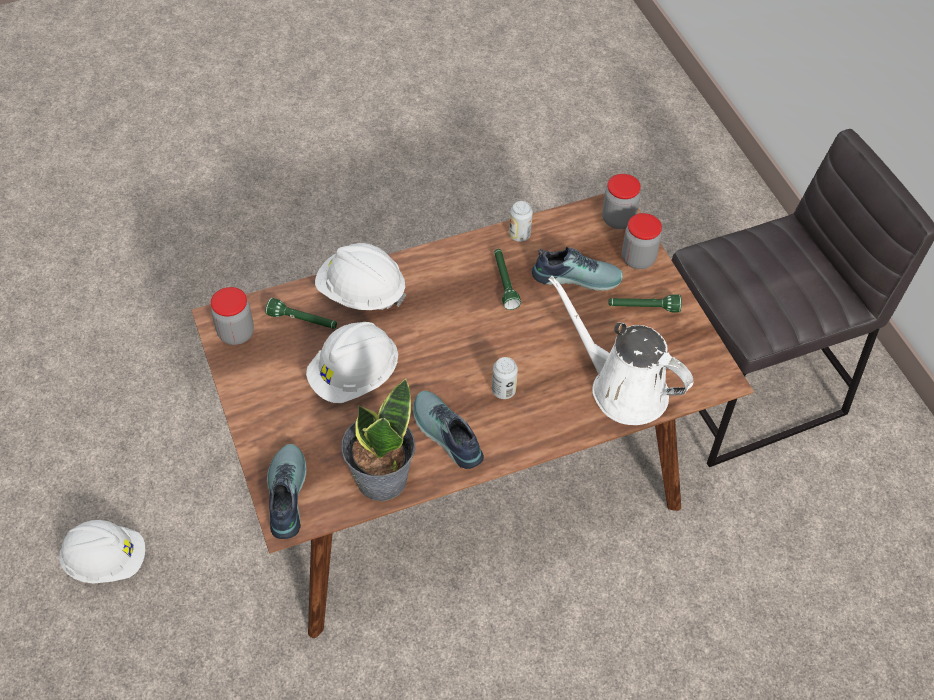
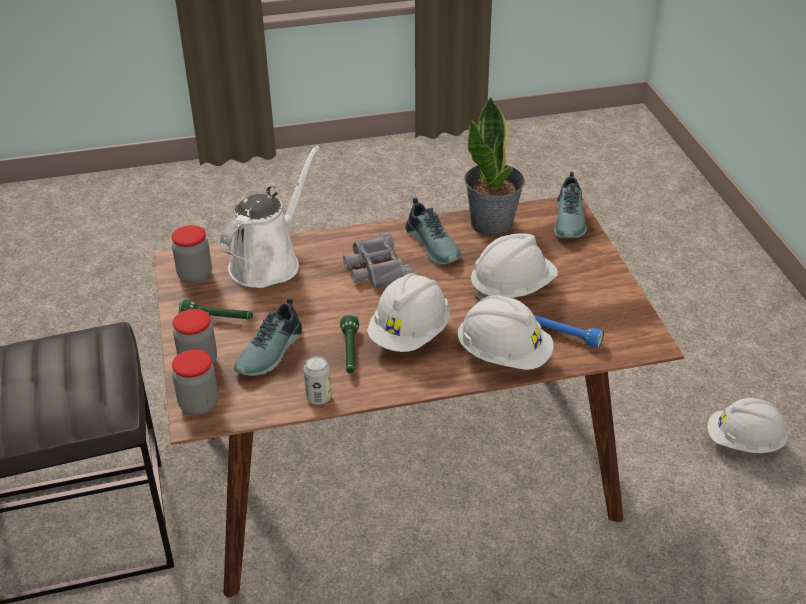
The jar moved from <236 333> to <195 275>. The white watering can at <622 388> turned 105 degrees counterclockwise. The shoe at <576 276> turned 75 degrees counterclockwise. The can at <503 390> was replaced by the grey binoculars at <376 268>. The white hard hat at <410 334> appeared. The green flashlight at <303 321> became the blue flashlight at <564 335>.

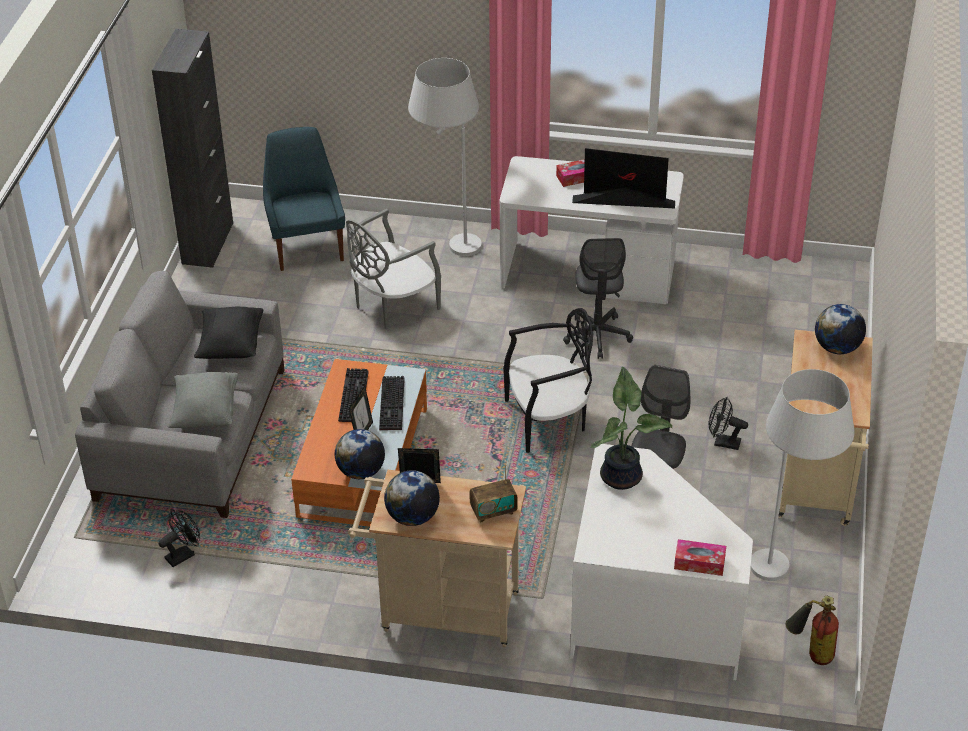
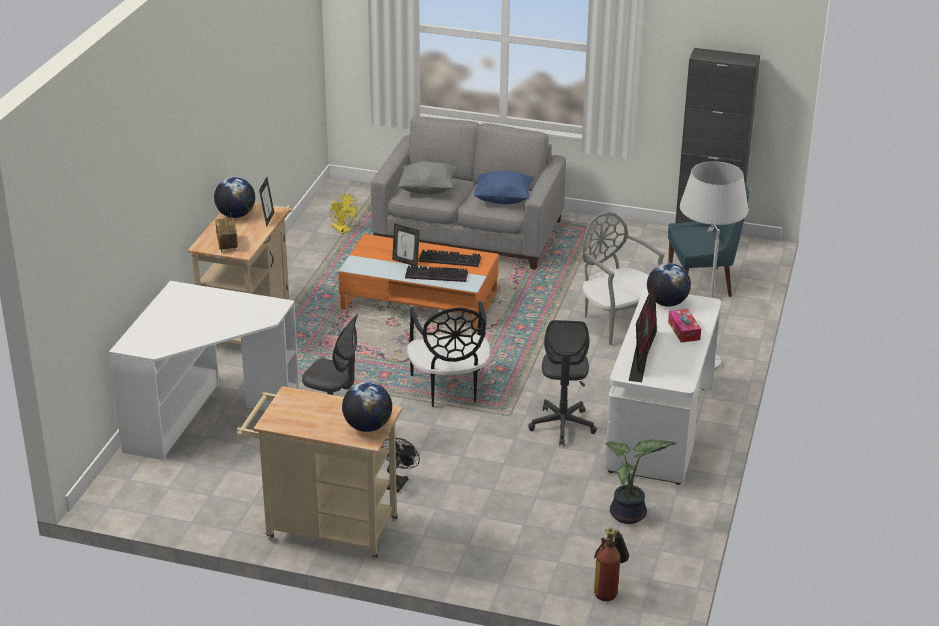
The black fan at <183 554> became the yellow fan at <343 230>. The black pillow at <231 346> became the blue pillow at <503 199>. The grey office chair at <597 336> turned 90 degrees counterclockwise. The fire extinguisher moved from <810 653> to <610 589>. The potted plant moved from <623 475> to <629 515>. The globe moved from <361 472> to <667 303>. The tissue box at <699 563> disappeared. The white floor lamp at <787 577> disappeared.

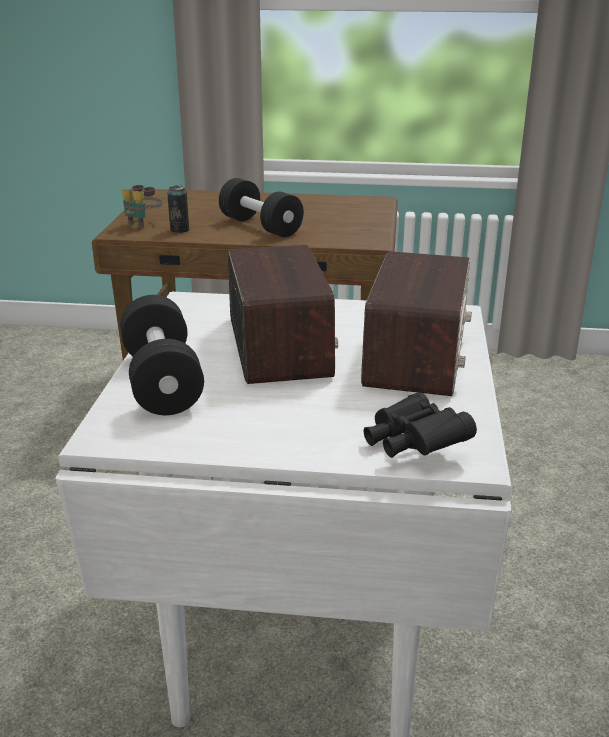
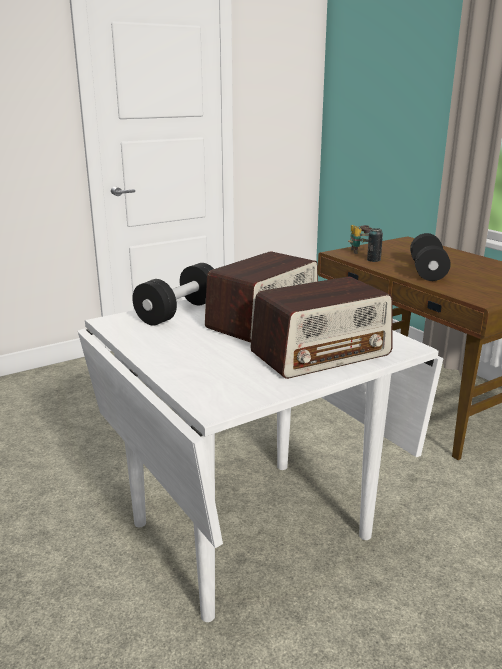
The black binoculars at <412 445> disappeared.

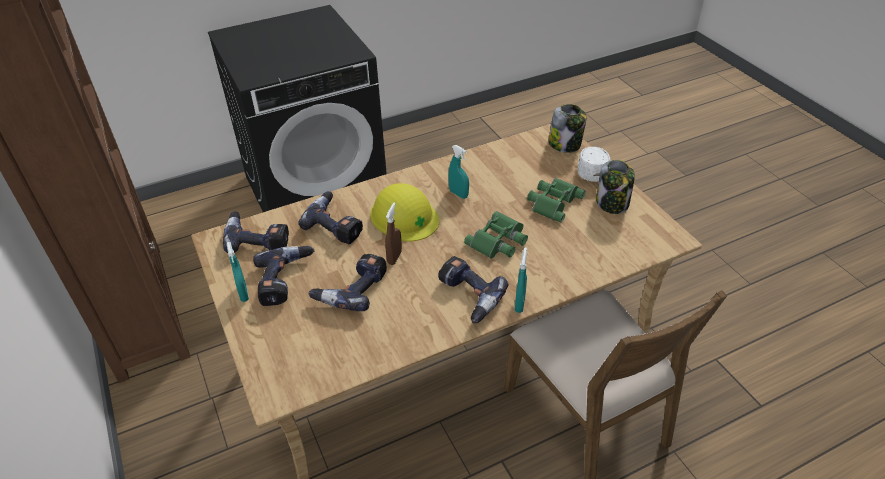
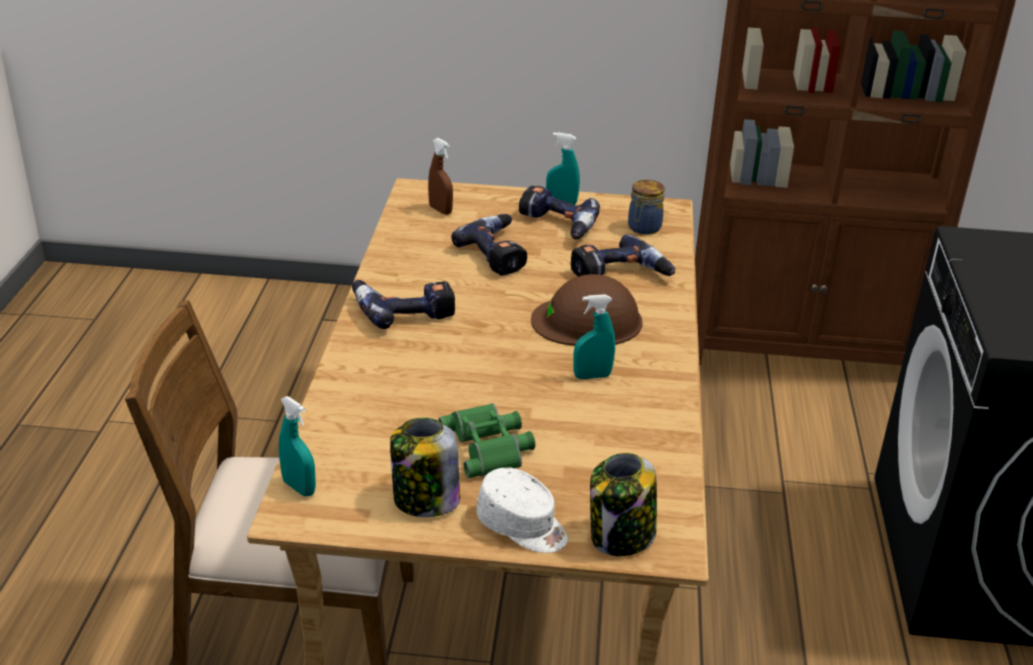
The turquoise spray bottle moved from <520 304> to <299 487>. The brown spray bottle moved from <394 257> to <440 210>. The yellow hard hat at <404 216> became the brown hard hat at <587 321>. The power drill at <258 238> was replaced by the jar at <643 228>. The green binoculars at <499 241> disappeared.

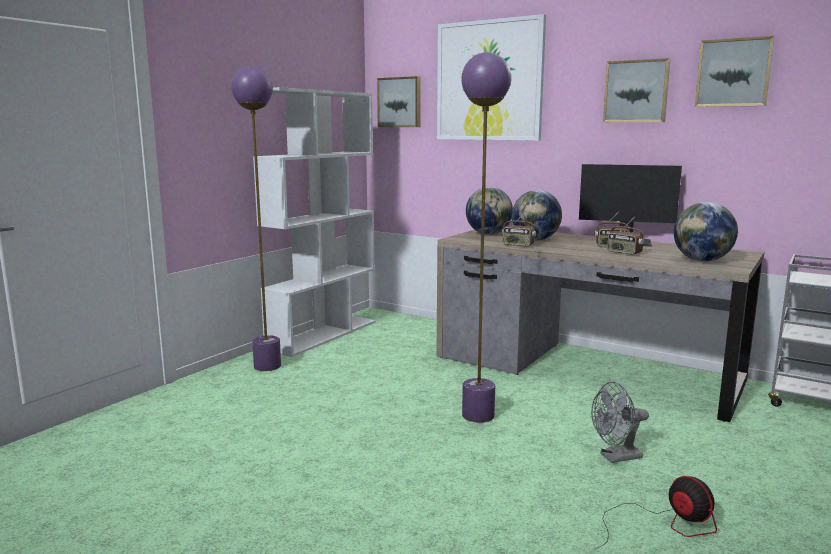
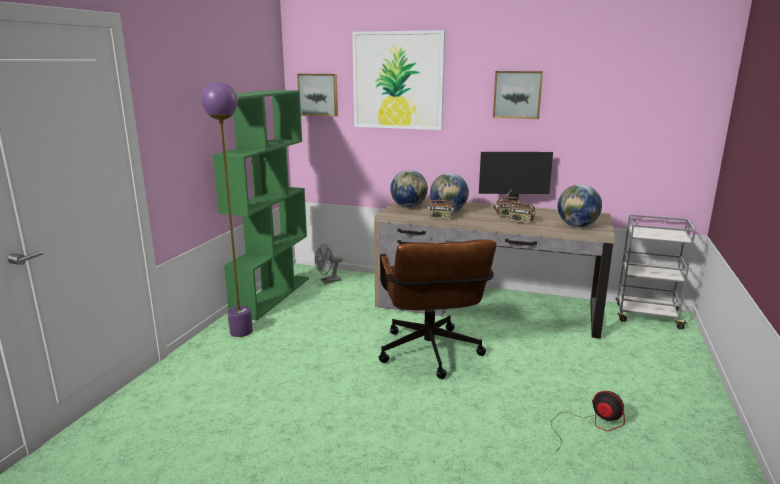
The white bookcase at <323 335> became the green bookcase at <271 295>. The grey fan moved from <616 457> to <328 281>. The purple floor lamp at <478 416> was replaced by the brown office chair at <431 356>. The picture at <733 73> disappeared.

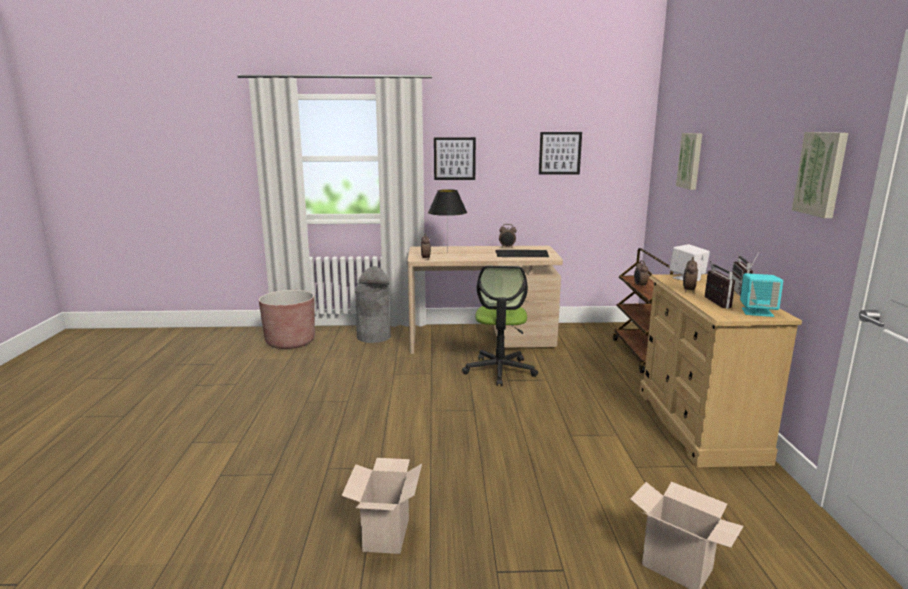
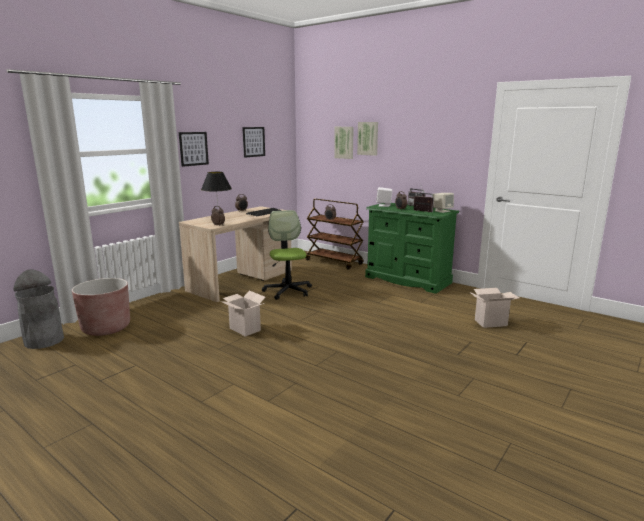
The grey trash can moved from <374 336> to <44 340>. The cardboard box moved from <385 533> to <243 329>. The office chair at <500 370> turned 150 degrees counterclockwise. The picture moved from <822 174> to <368 138>. The beige dresser at <698 425> became the green dresser at <407 280>. The turquoise speaker at <757 312> became the beige speaker at <442 211>.

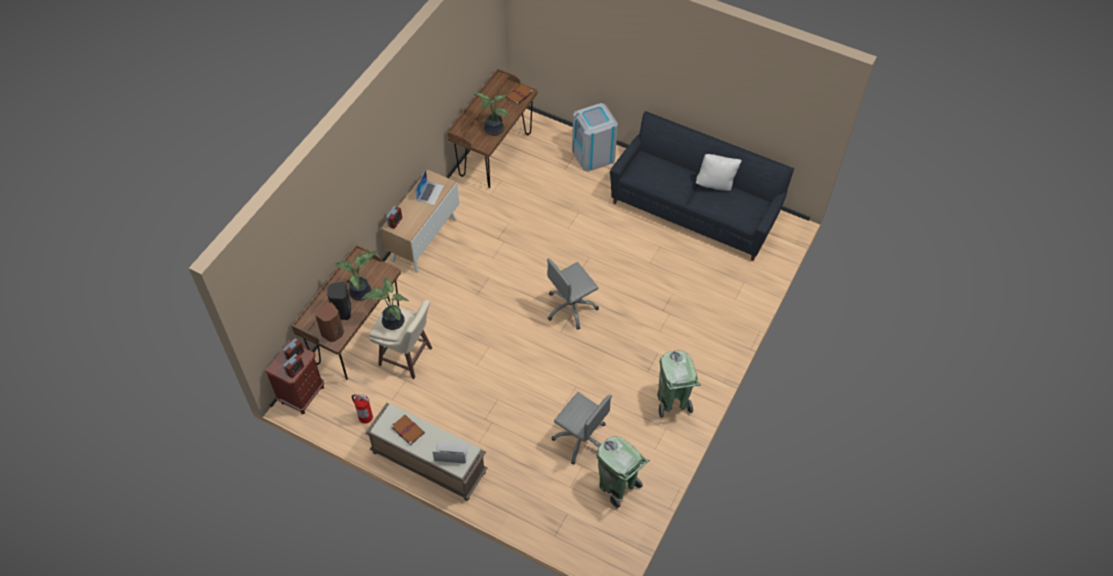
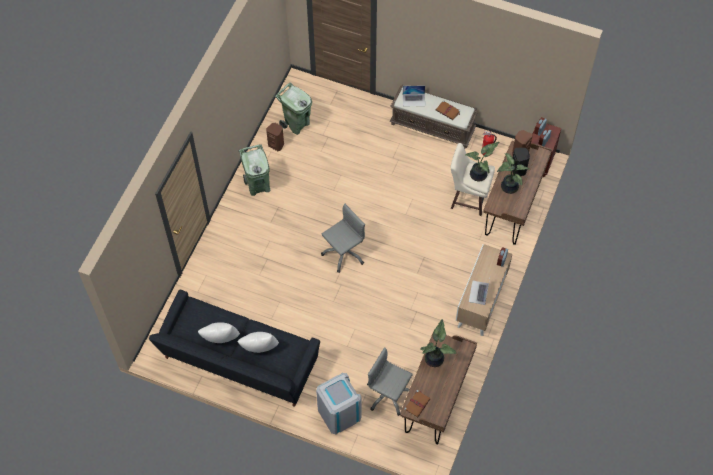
The white pillow at <260 350> appeared. The brown speaker at <276 144> appeared. The grey office chair moved from <581 439> to <388 395>.

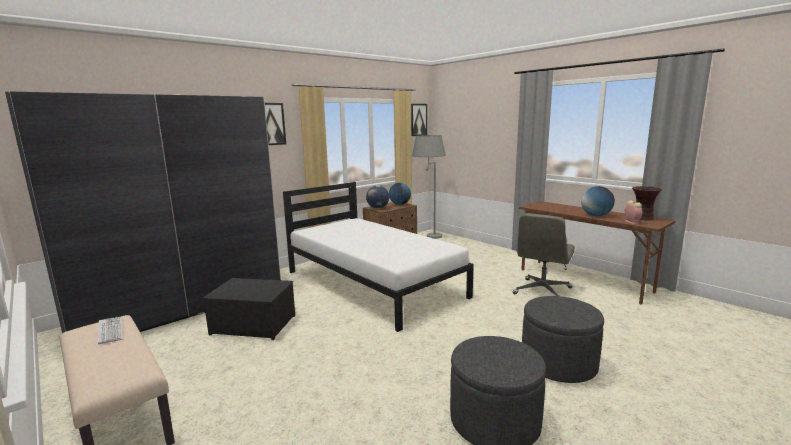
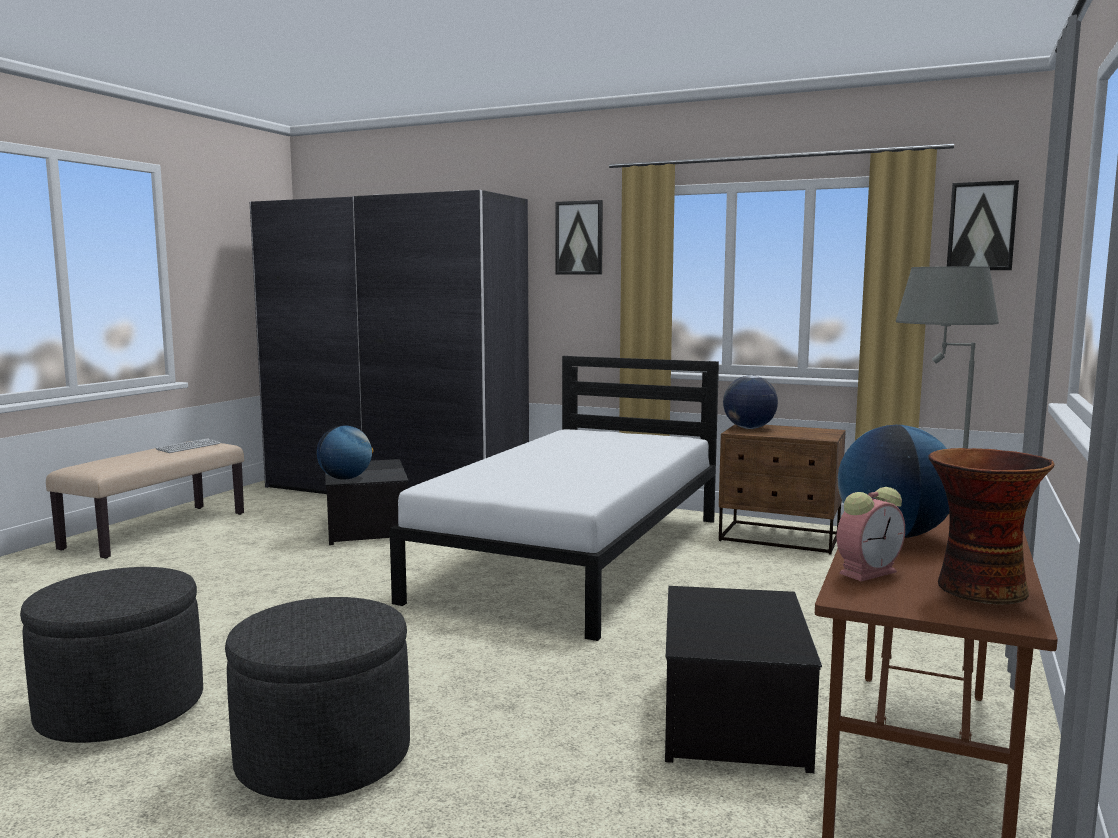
The globe moved from <400 204> to <345 478>. The grey office chair at <542 291> was replaced by the storage box at <730 717>.

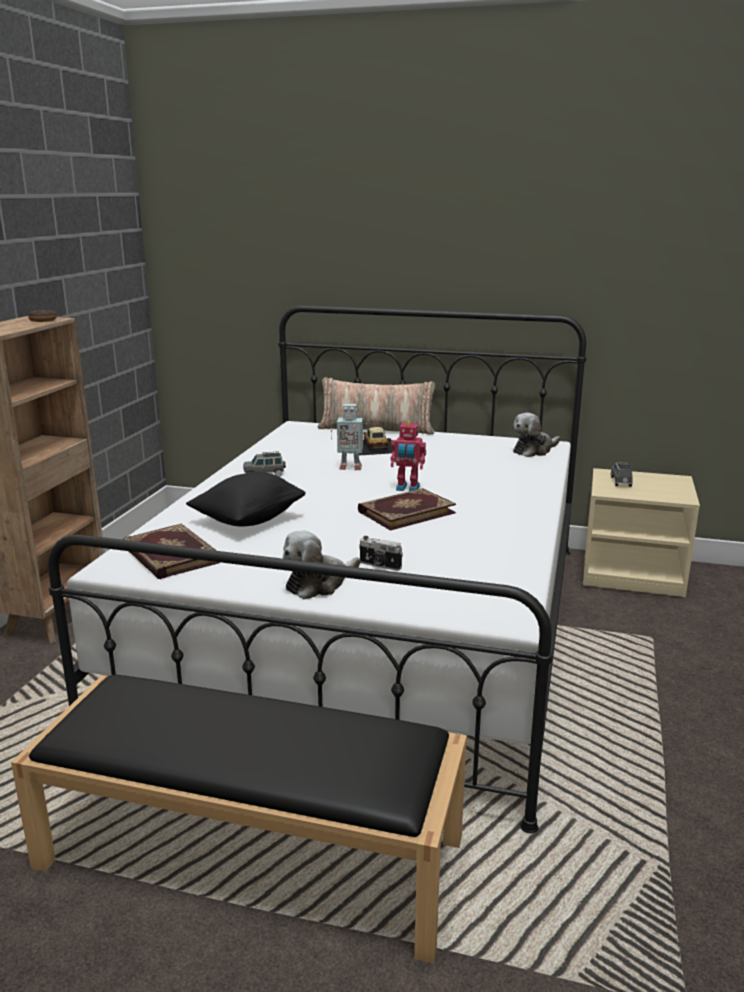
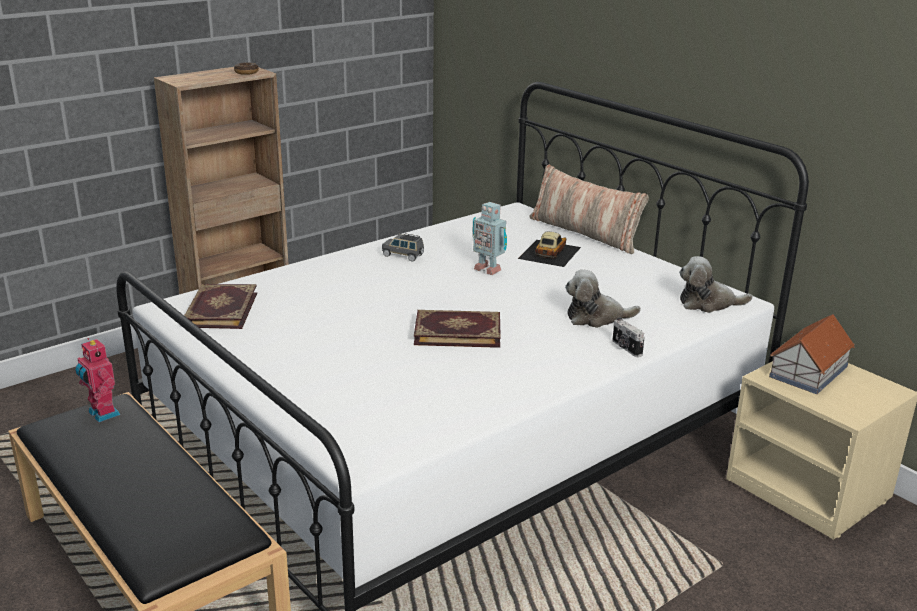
The toy robot moved from <407 488> to <102 414>. The plush toy moved from <319 584> to <596 317>. The photo camera moved from <380 565> to <626 348>. The grey toy car at <621 482> was replaced by the toy house at <807 371>. The black pillow at <249 520> disappeared.

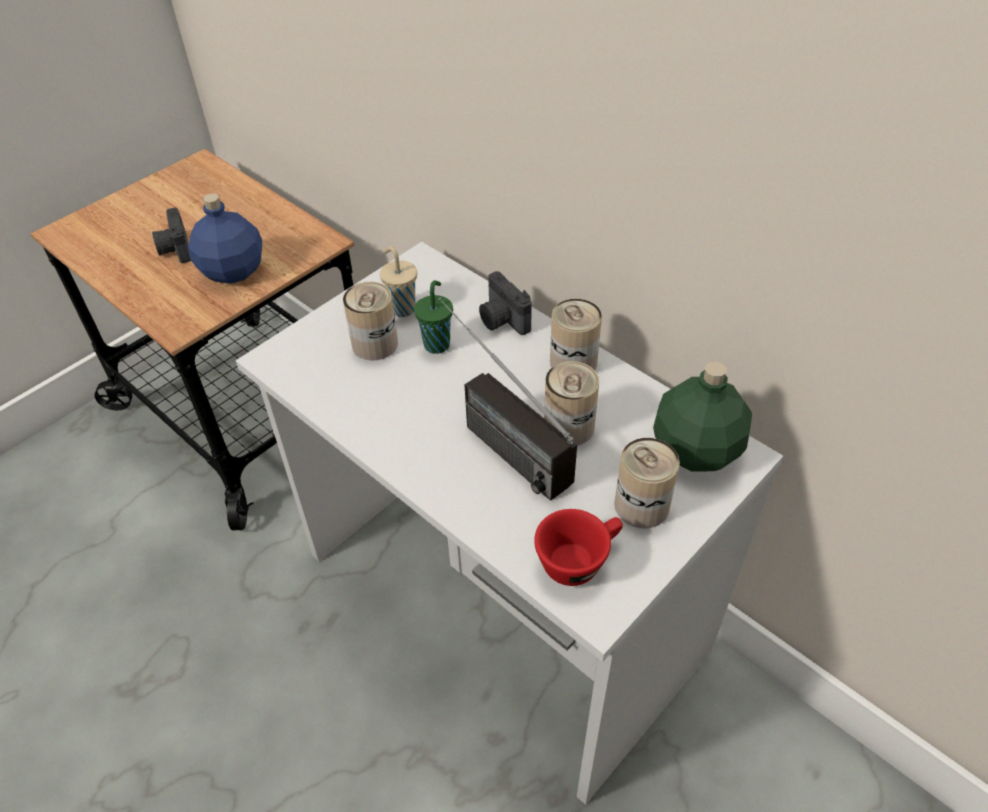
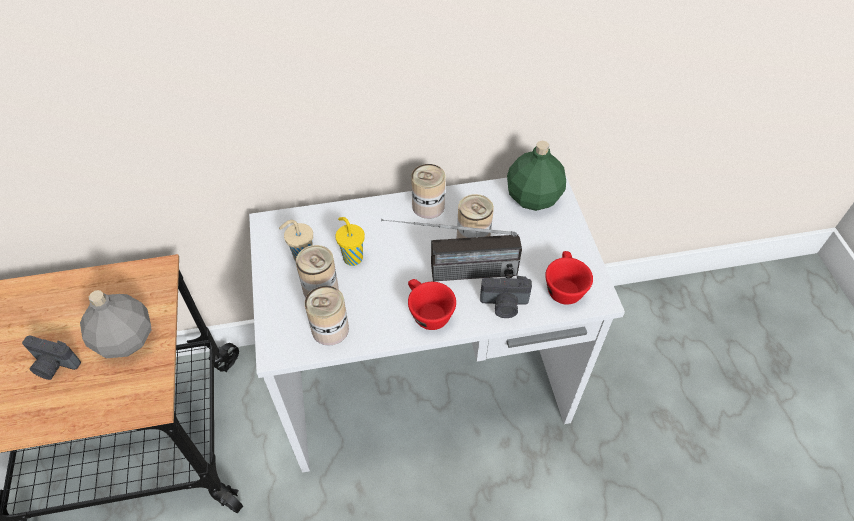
The blue bottle at <233 271> became the grey bottle at <127 340>. The can moved from <641 505> to <330 329>. The green cup at <437 343> became the yellow cup at <352 257>. The red cup at <427 312> appeared. The photo camera moved from <502 320> to <504 305>.

